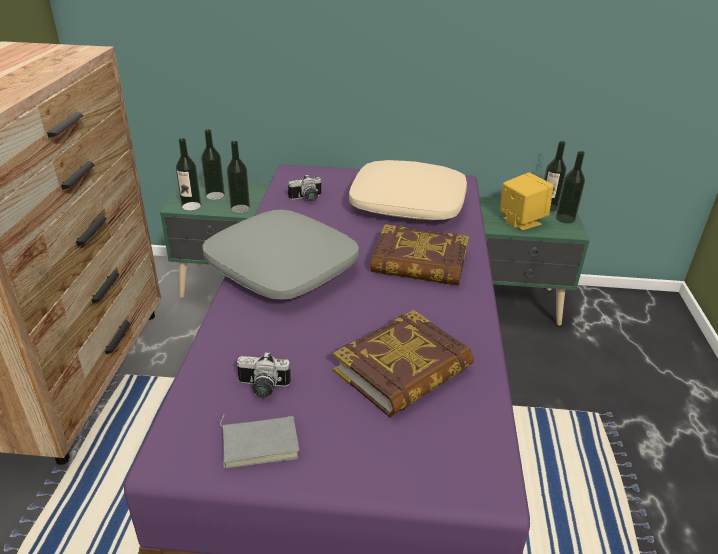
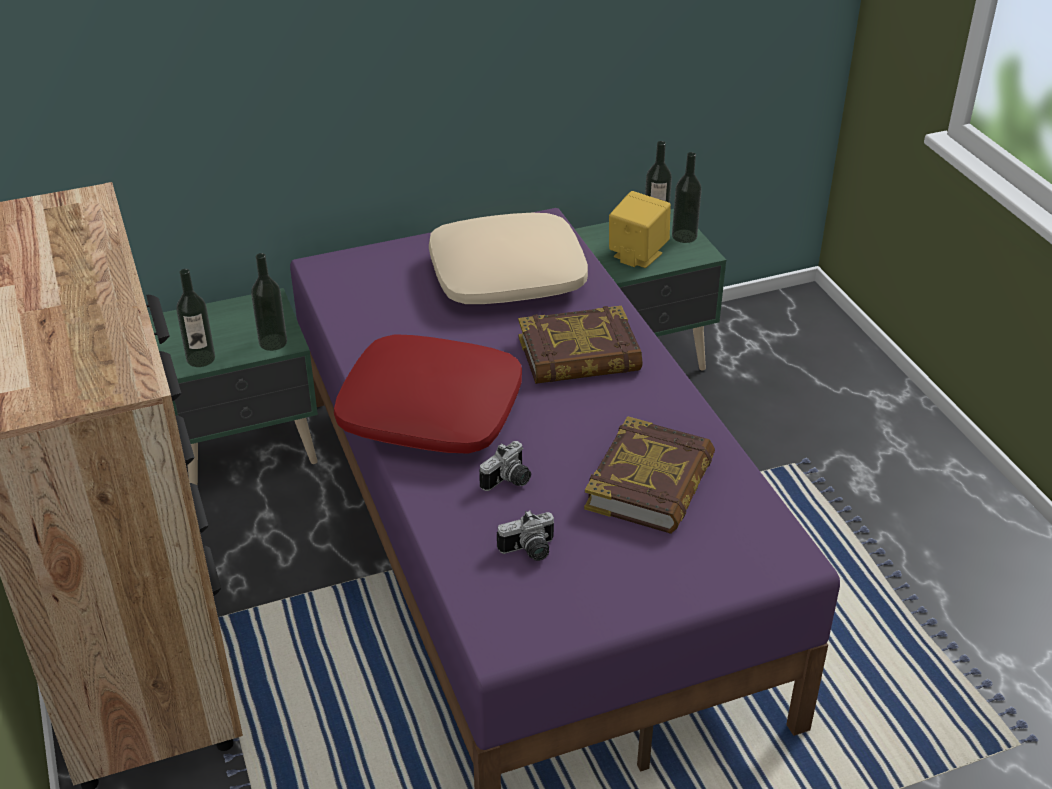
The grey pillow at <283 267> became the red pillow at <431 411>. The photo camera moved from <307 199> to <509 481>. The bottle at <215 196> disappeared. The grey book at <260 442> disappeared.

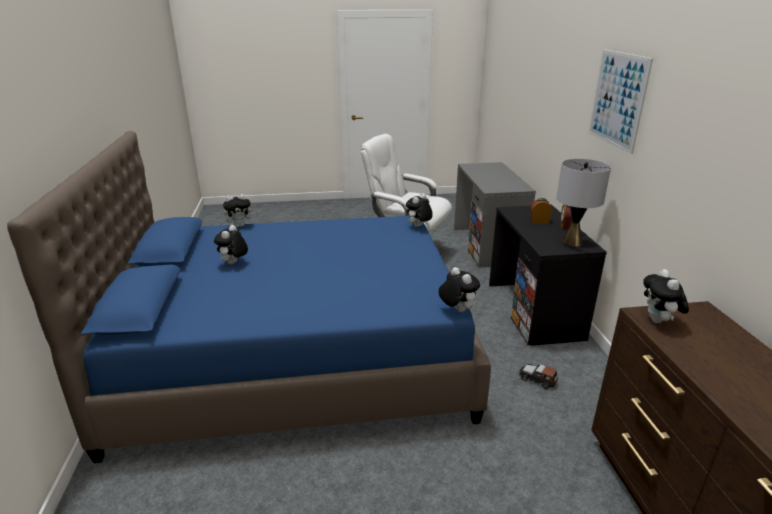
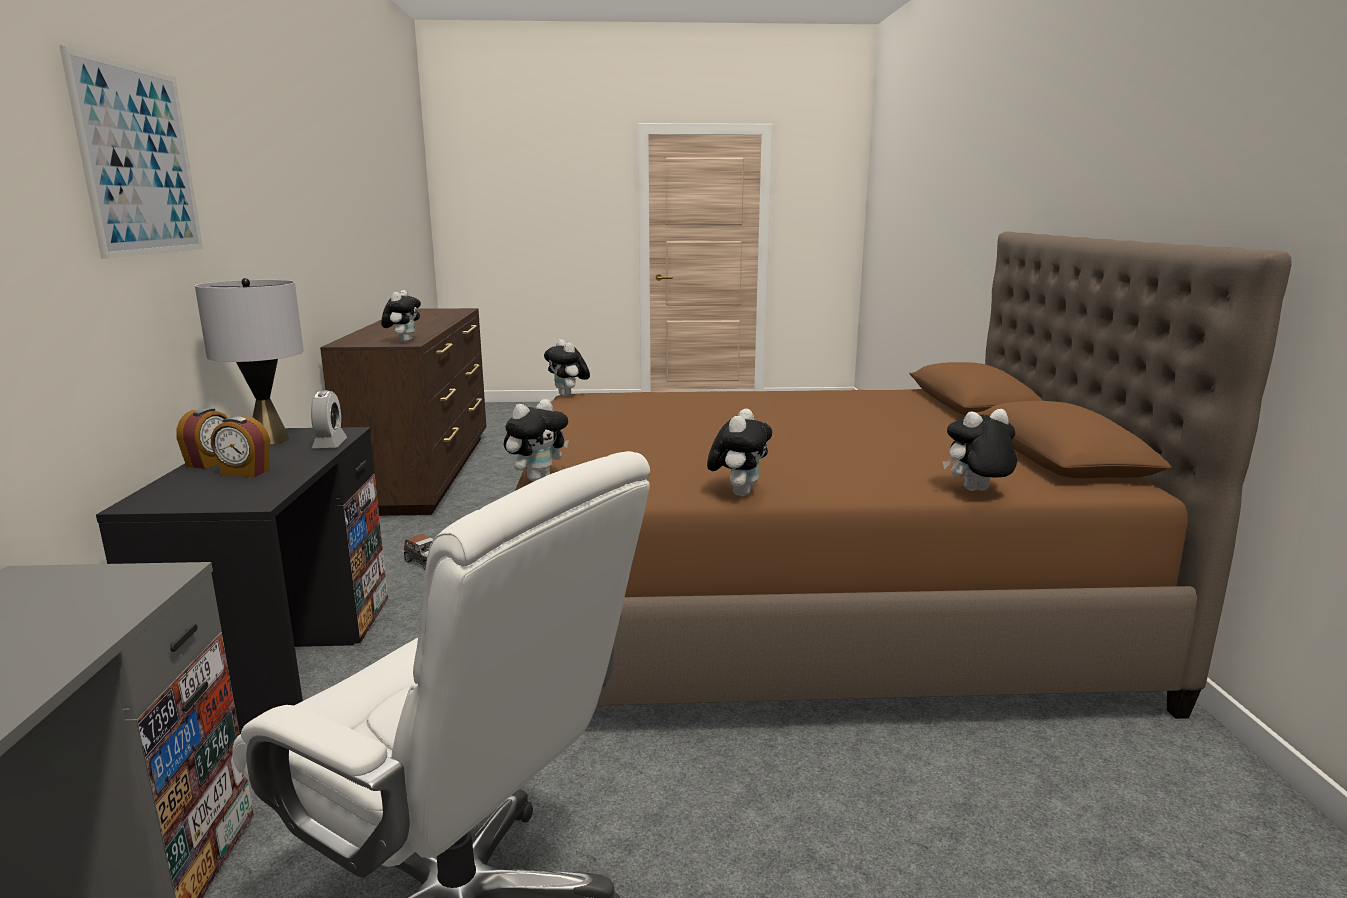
The alarm clock at <330 444> appeared. The blue bed at <296 355> became the brown bed at <797 604>. The plush toy moved from <233 263> to <739 492>.

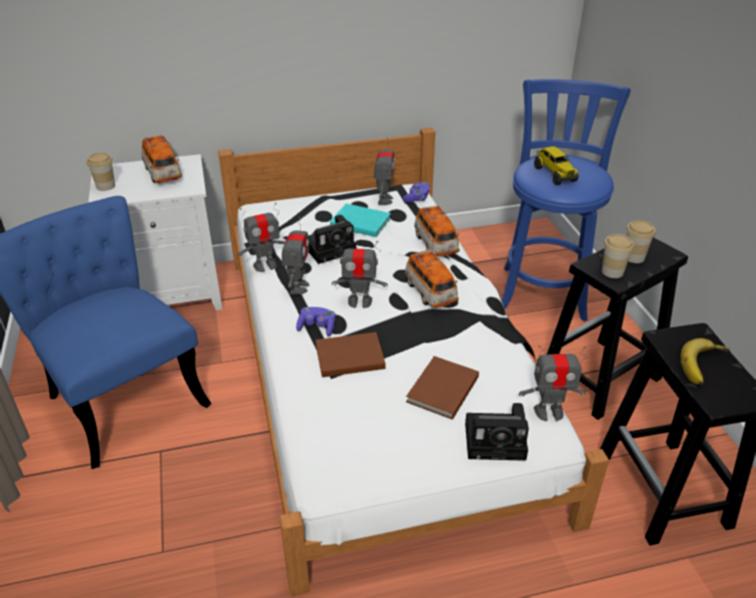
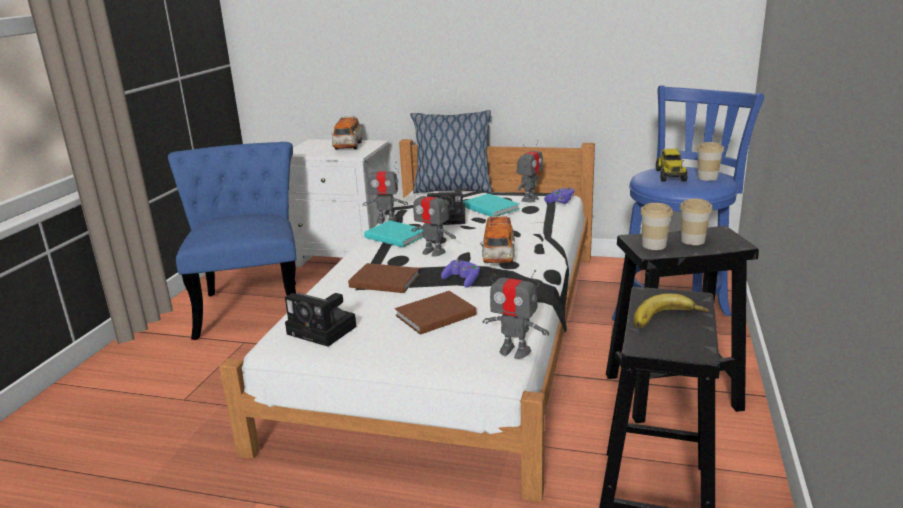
The photo camera moved from <498 441> to <324 331>. The toy robot at <298 287> was replaced by the turquoise book at <395 236>. The pillow at <452 189> appeared. The purple game controller moved from <317 327> to <462 280>. The cup moved from <105 186> to <707 178>. The toy car at <435 244> disappeared.

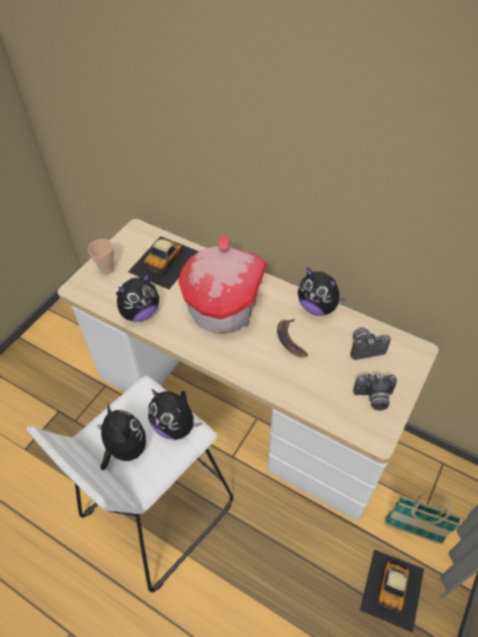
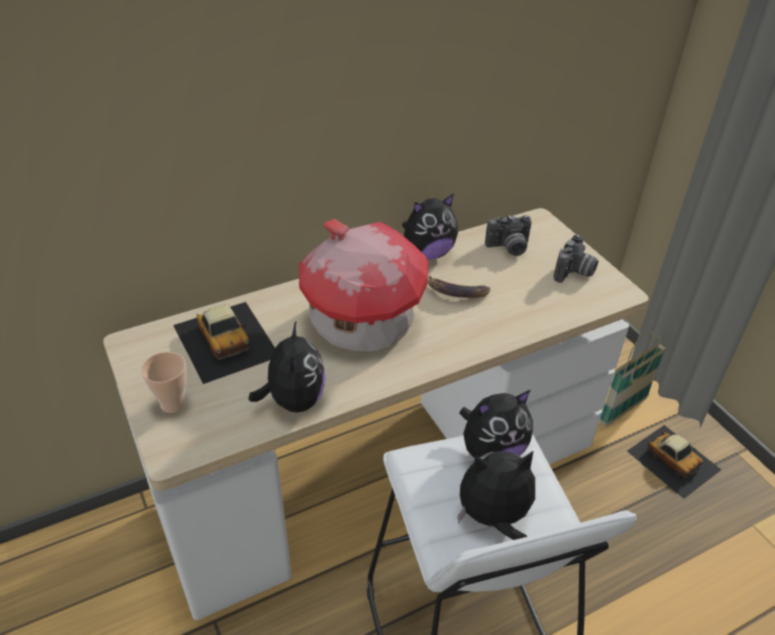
The photo camera at <365 347> turned 120 degrees counterclockwise.

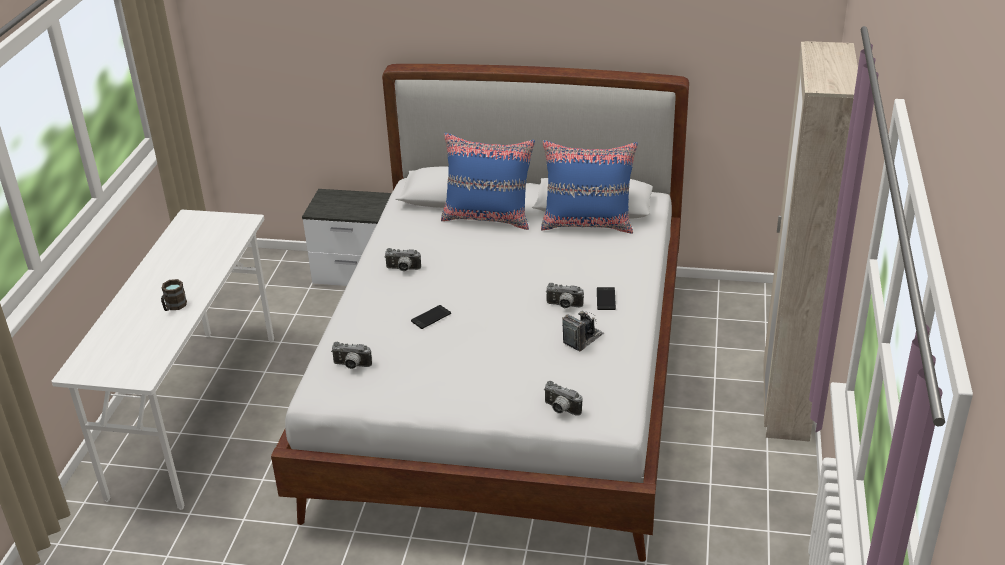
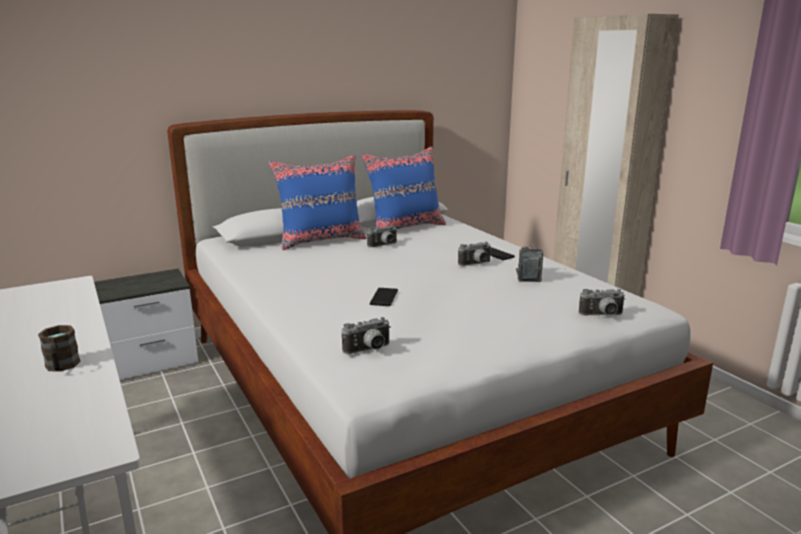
The photo camera moved from <403 269> to <384 245>.

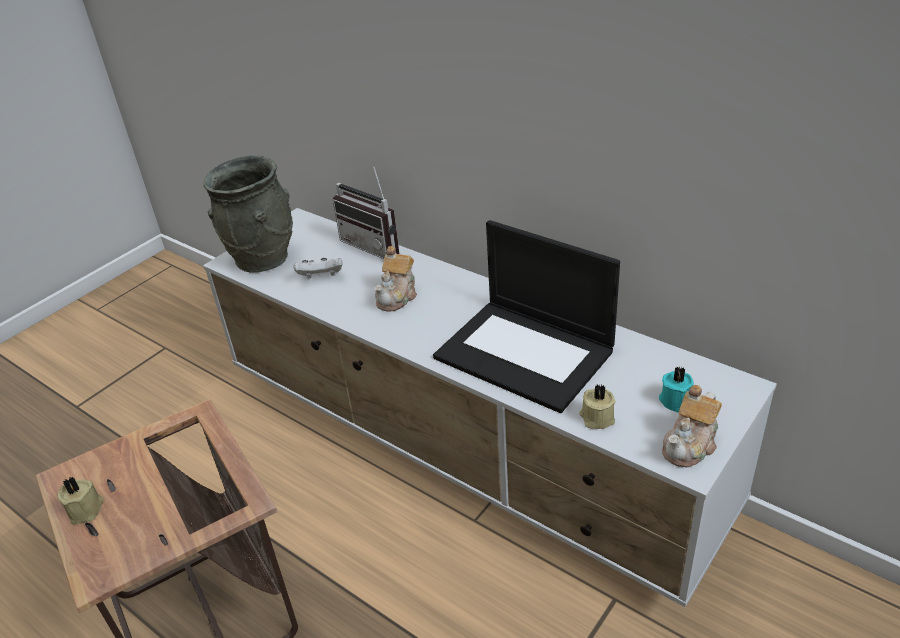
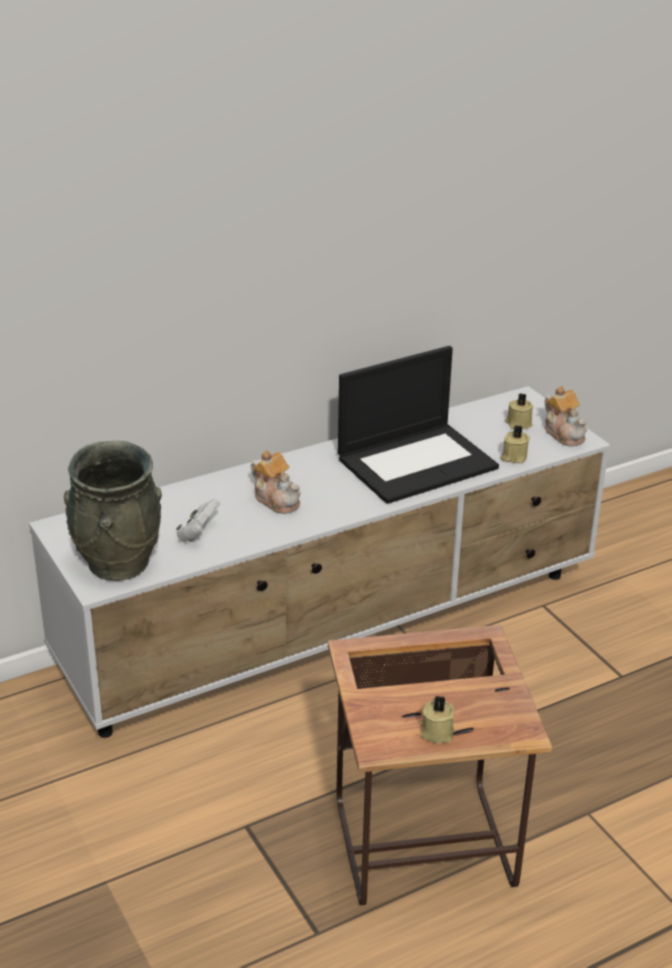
The turquoise candle at <676 400> became the beige candle at <518 423>. The radio at <376 245> disappeared.

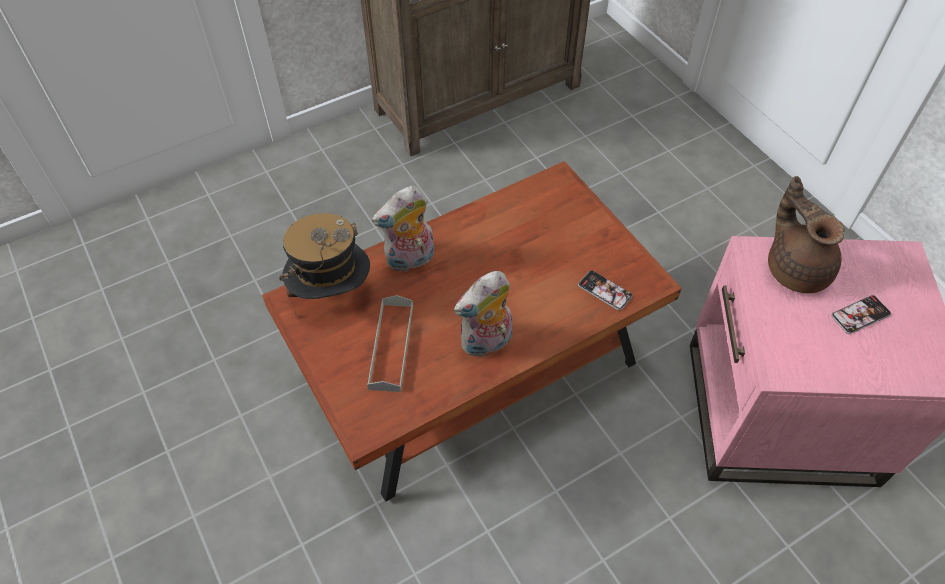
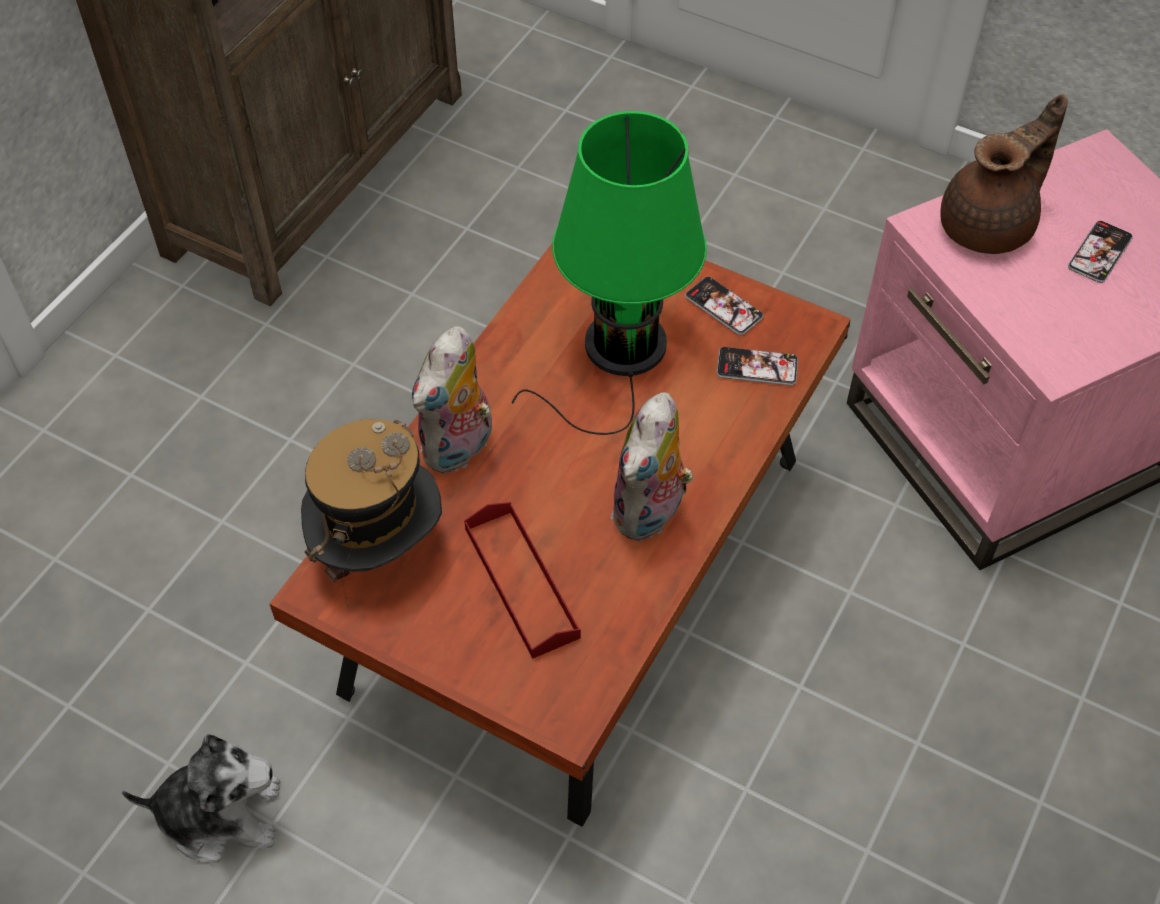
The plush toy at <221 814> appeared. The grey tray at <391 346> became the red tray at <521 582>. The green table lamp at <620 352> appeared. The phone at <723 307> appeared. The brown teapot at <796 268> turned 105 degrees clockwise.

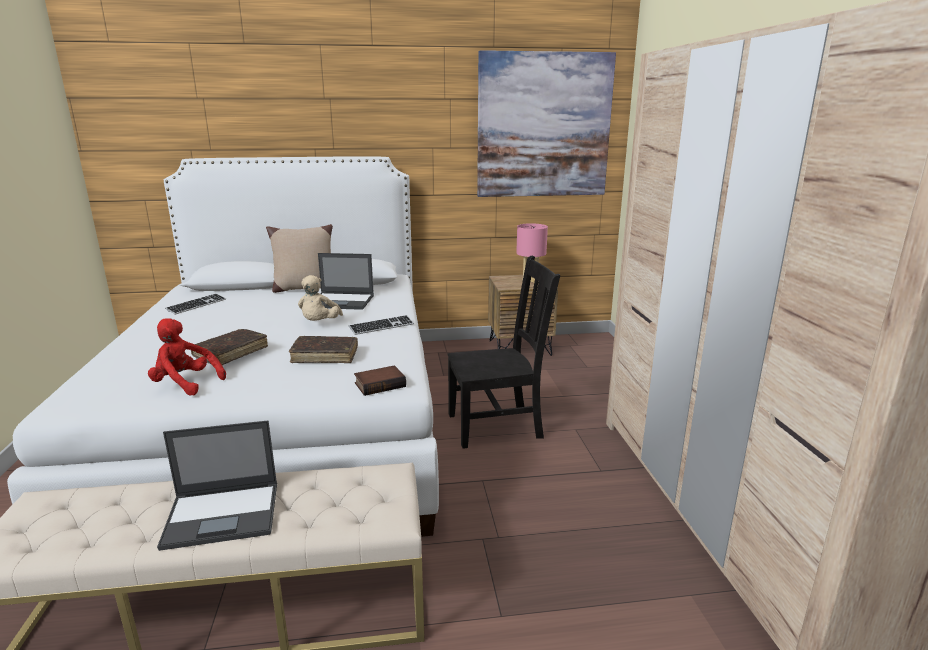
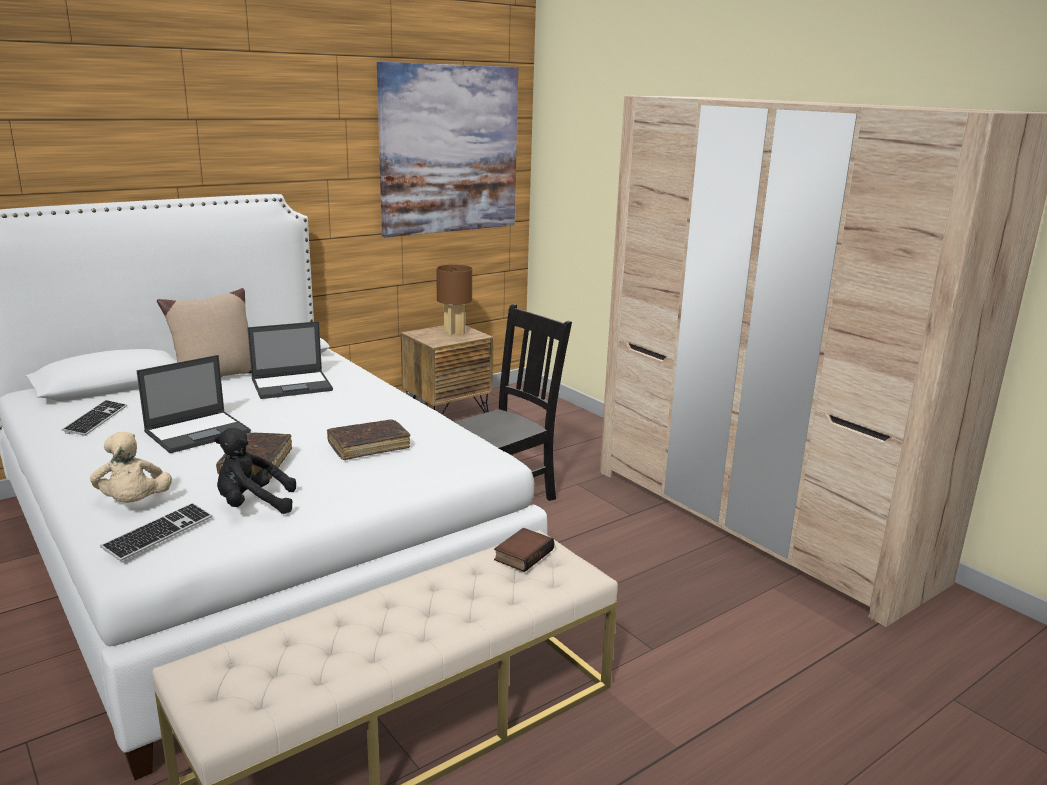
The beige plush toy moved from <319 323> to <134 504>. The keyboard moved from <381 326> to <159 533>. The laptop moved from <224 515> to <199 432>. The red plush toy at <185 384> became the black plush toy at <253 505>. The pink table lamp at <530 281> became the brown table lamp at <454 332>. The book moved from <380 384> to <523 554>.

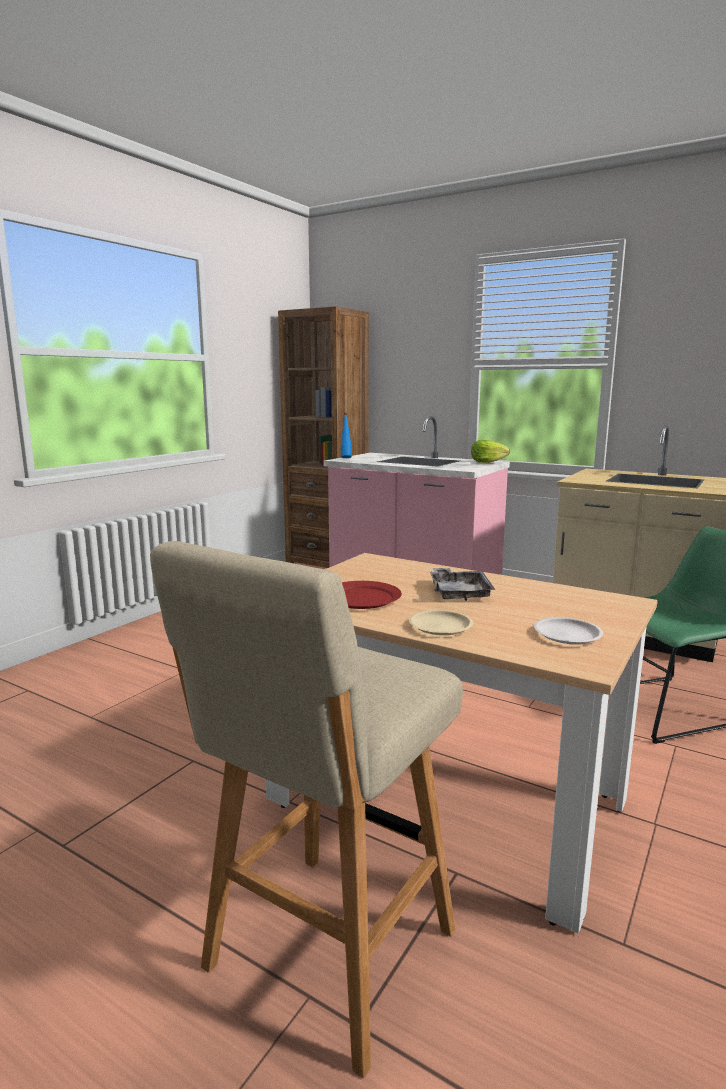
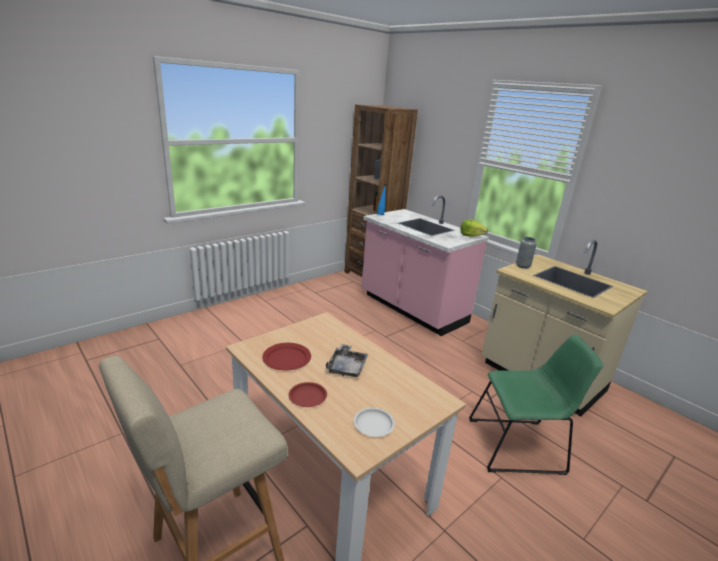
The beige plate at <441 626> became the red plate at <308 397>. The grey vase at <522 266> appeared.

